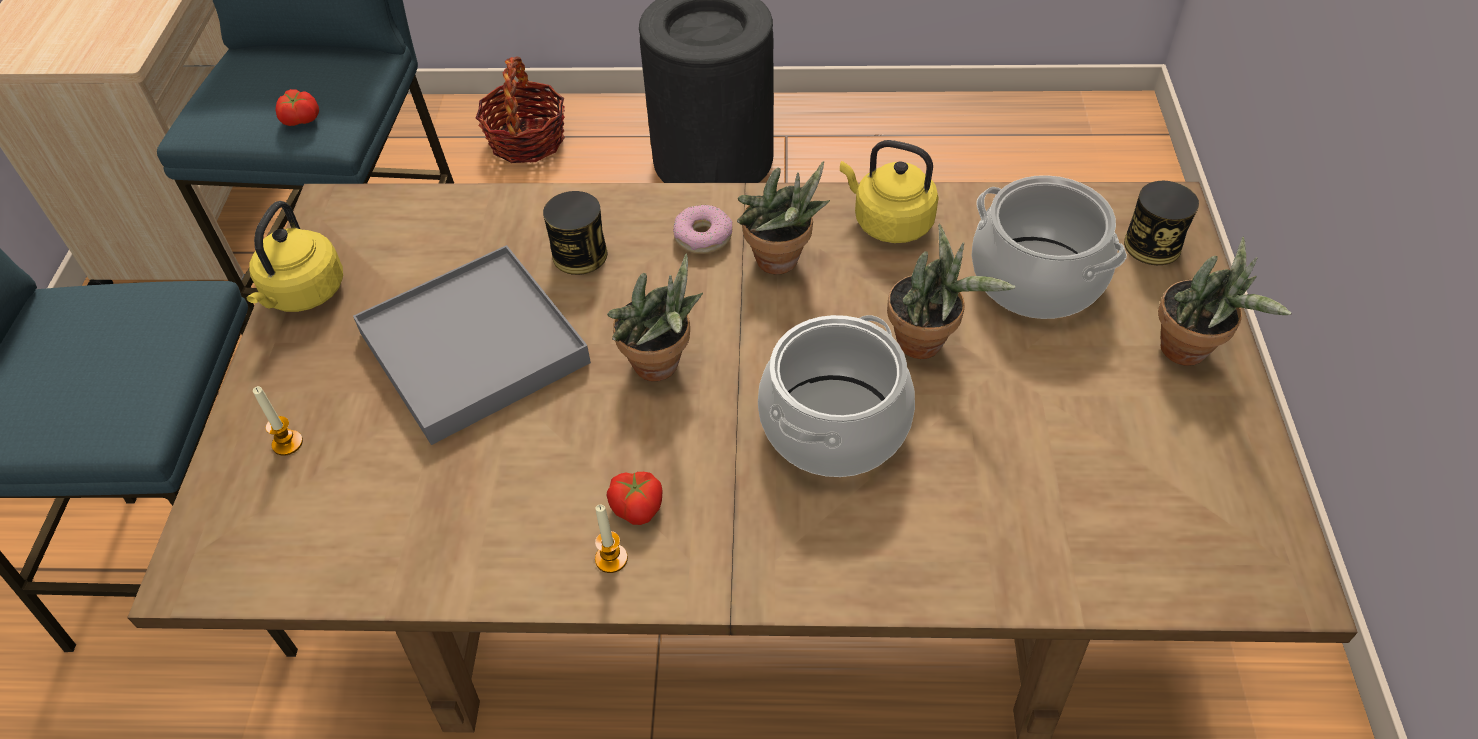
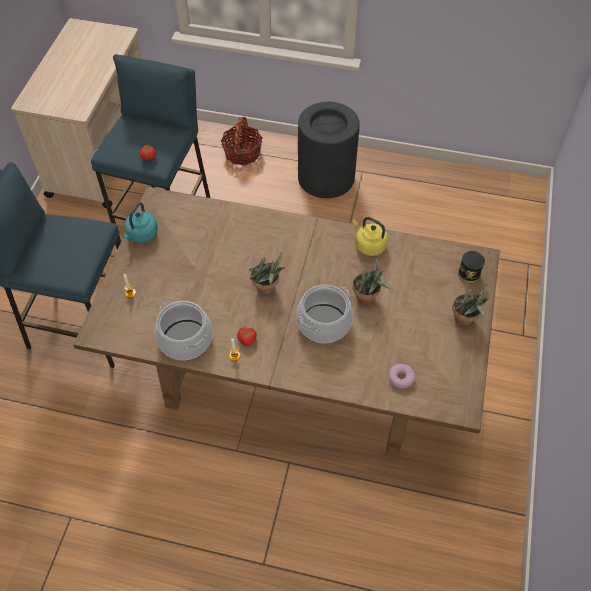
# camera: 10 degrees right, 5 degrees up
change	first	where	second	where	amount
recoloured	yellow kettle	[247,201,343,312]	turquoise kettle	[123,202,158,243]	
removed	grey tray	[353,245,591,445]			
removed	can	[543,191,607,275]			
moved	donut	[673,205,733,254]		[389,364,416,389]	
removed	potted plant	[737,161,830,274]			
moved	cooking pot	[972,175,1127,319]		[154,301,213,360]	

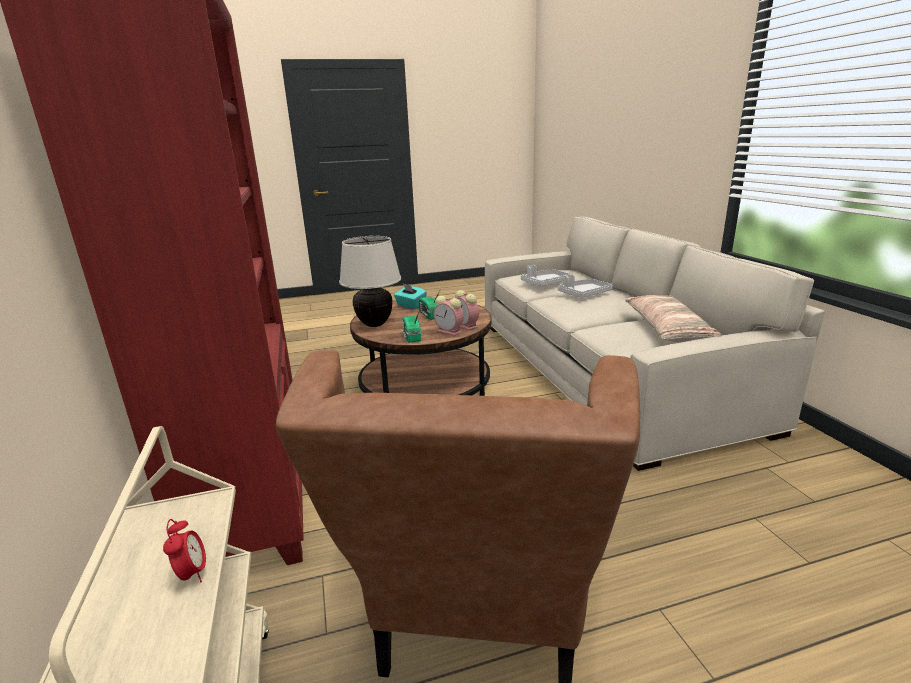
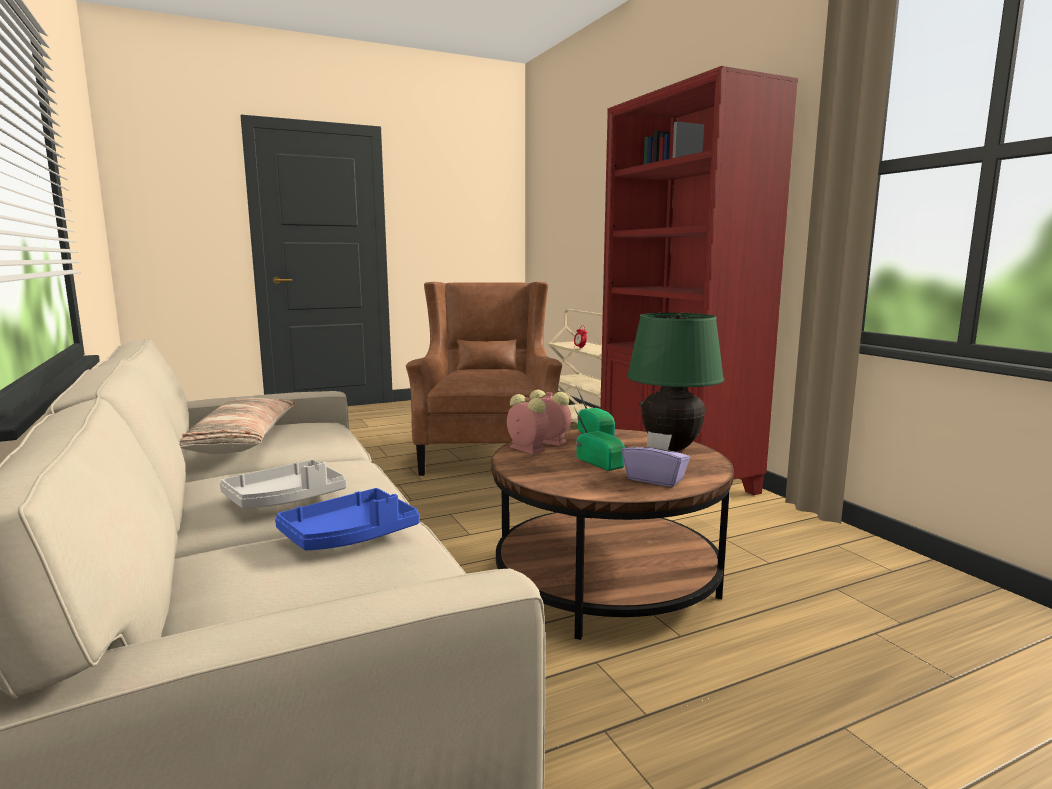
# camera: 170 degrees right, 10 degrees down
change	first	where	second	where	amount
recoloured	beige table lamp	[339,236,401,327]	green table lamp	[627,313,724,451]	
recoloured	turquoise tissue box	[394,283,427,310]	purple tissue box	[622,431,690,487]	
recoloured	grey tray	[521,265,570,286]	blue tray	[275,488,419,550]	

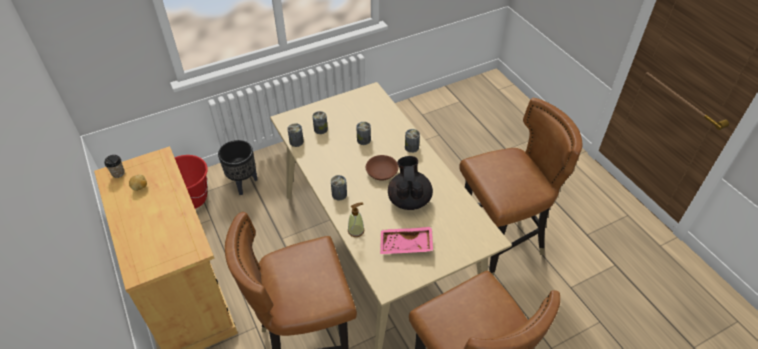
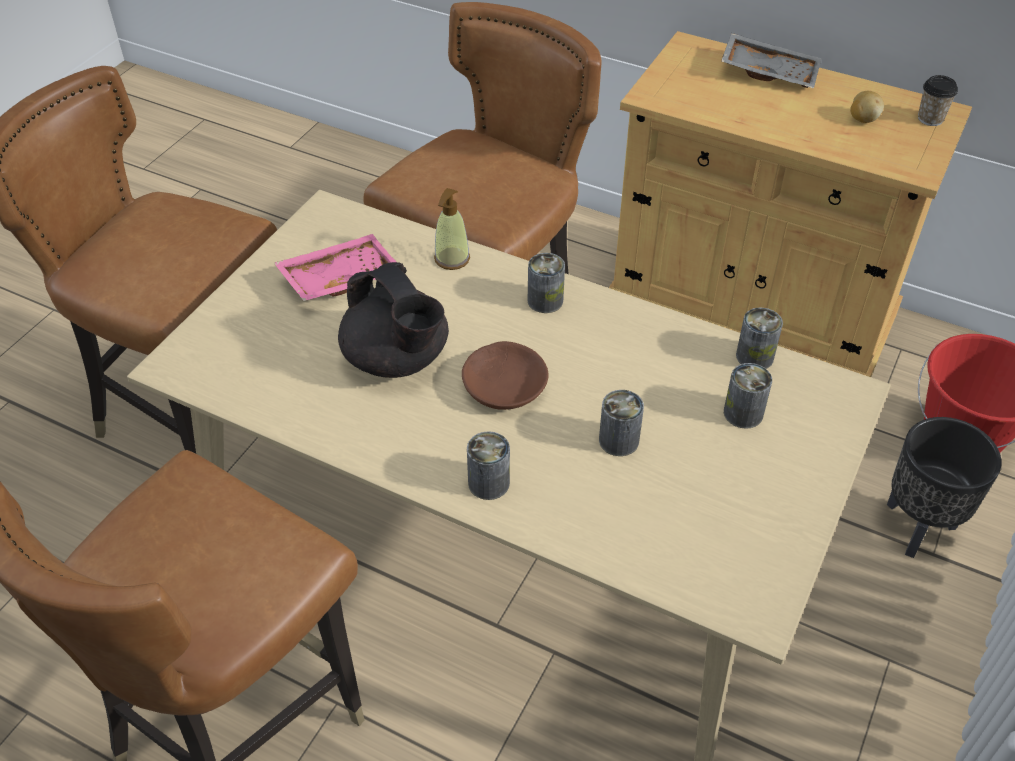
# camera: 145 degrees right, 0 degrees up
change	first	where	second	where	amount
added			grey tray	[721,33,822,89]	

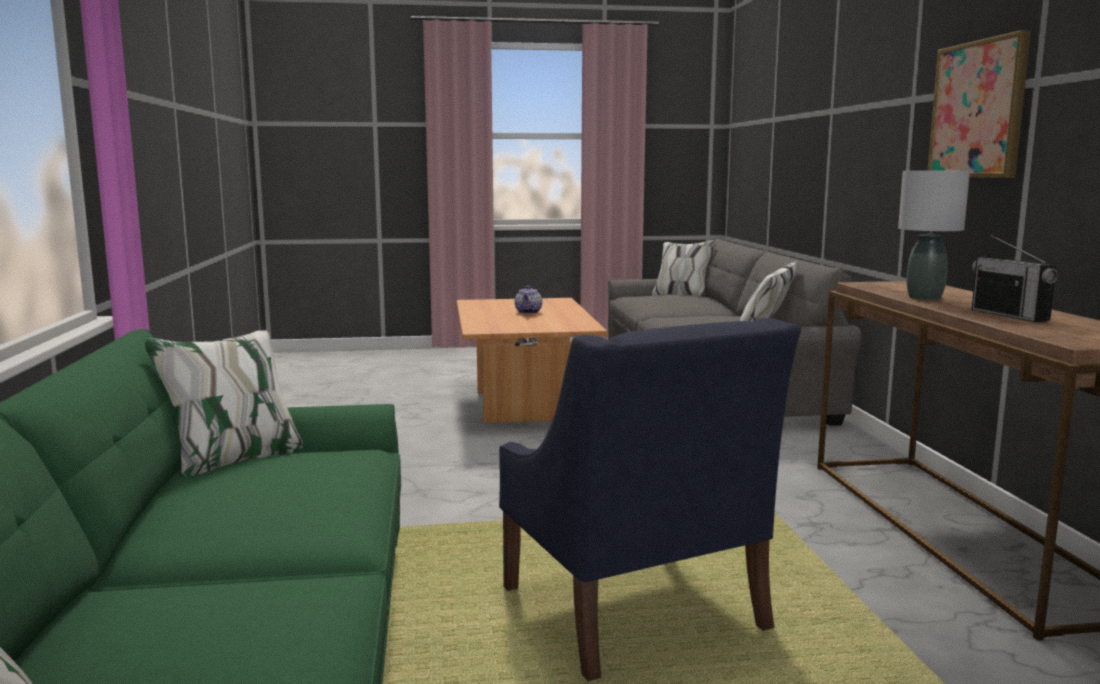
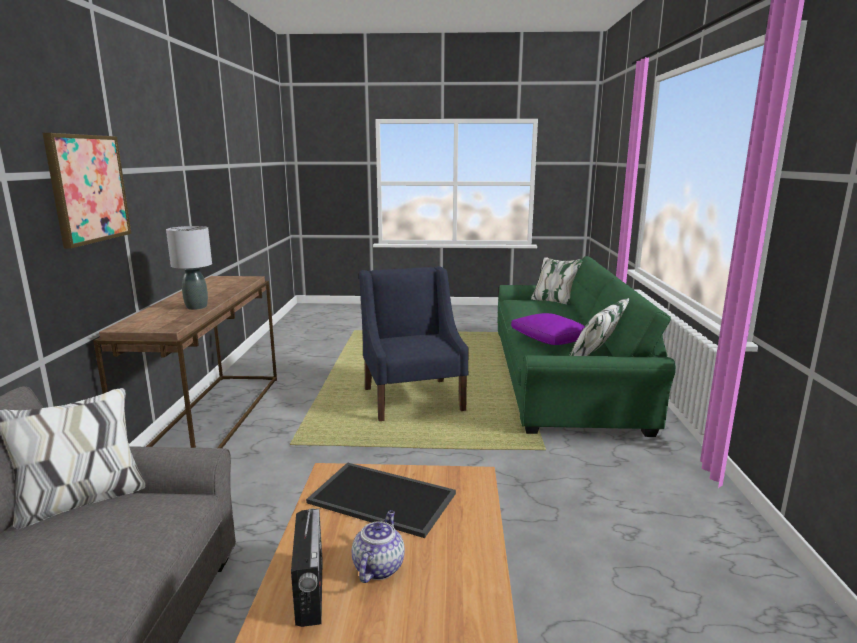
# camera: 170 degrees left, 5 degrees up
change	first	where	second	where	amount
moved	radio	[972,235,1058,322]		[291,509,323,627]	
added			tray	[306,462,456,538]	
added			purple pillow	[511,313,585,345]	

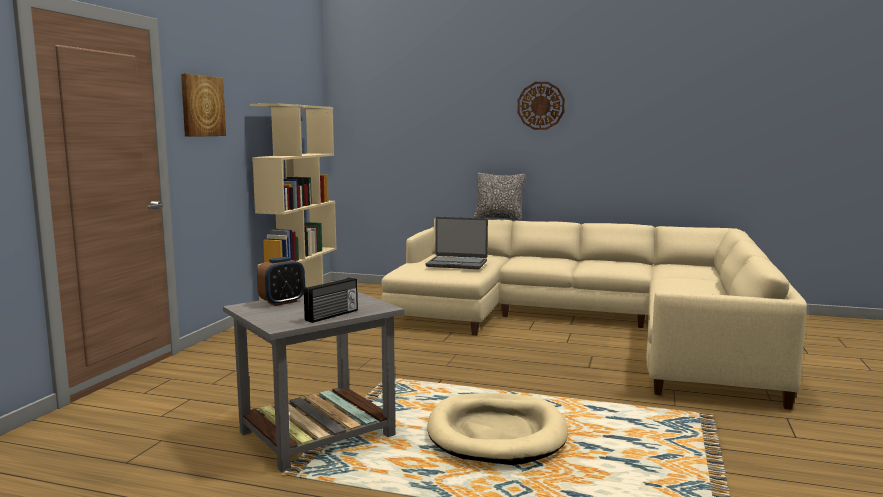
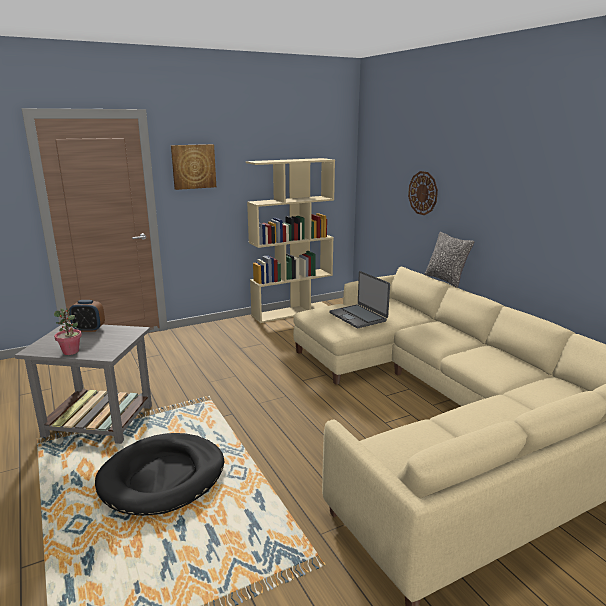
# camera: 45 degrees right, 10 degrees up
change	first	where	second	where	amount
replaced	radio	[304,278,358,323]	potted plant	[54,308,82,355]	
recoloured	beige dog bed	[427,393,568,465]	black dog bed	[95,433,224,516]	
moved	wall clock	[517,82,565,130]		[408,171,438,215]	

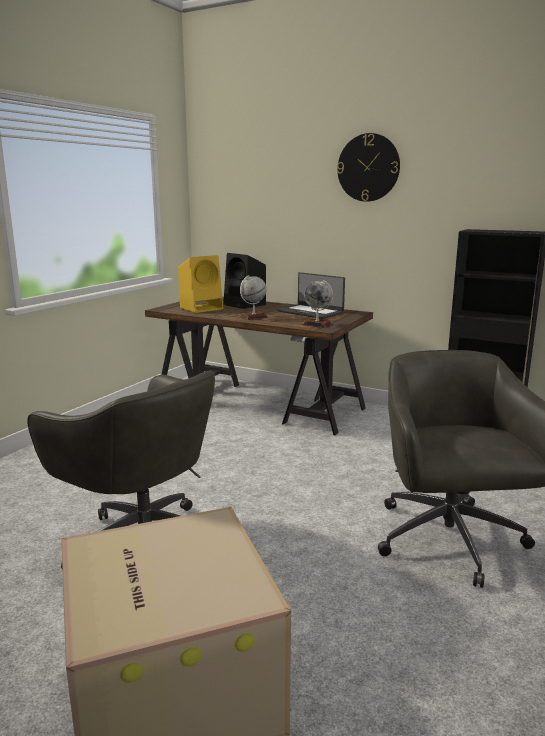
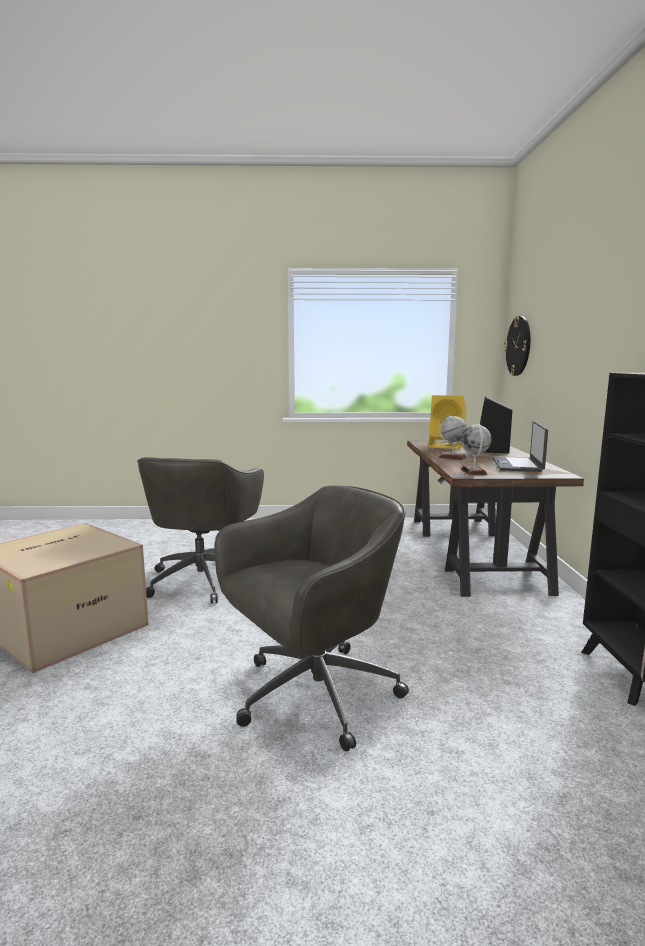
# camera: 60 degrees right, 5 degrees down
change	first	where	second	where	amount
moved	wall clock	[337,133,400,202]		[504,316,530,376]	

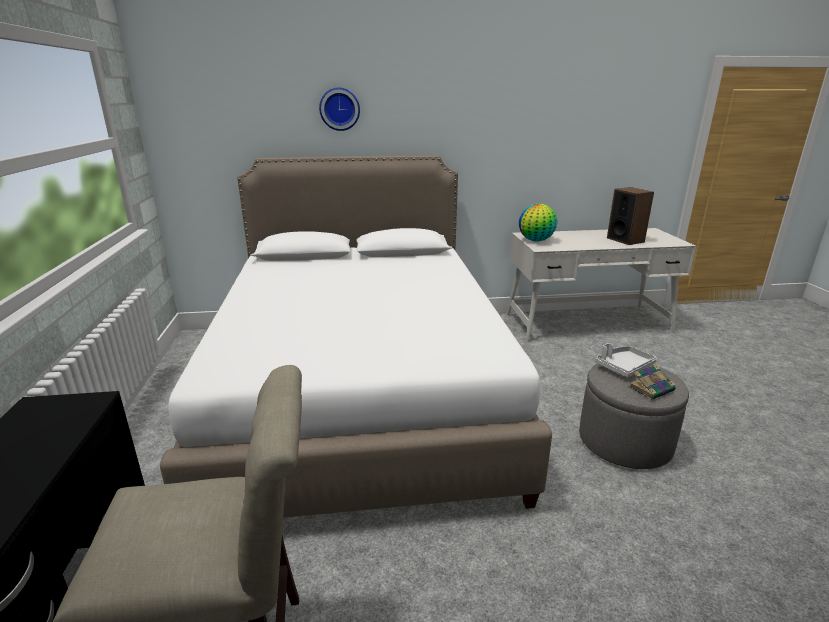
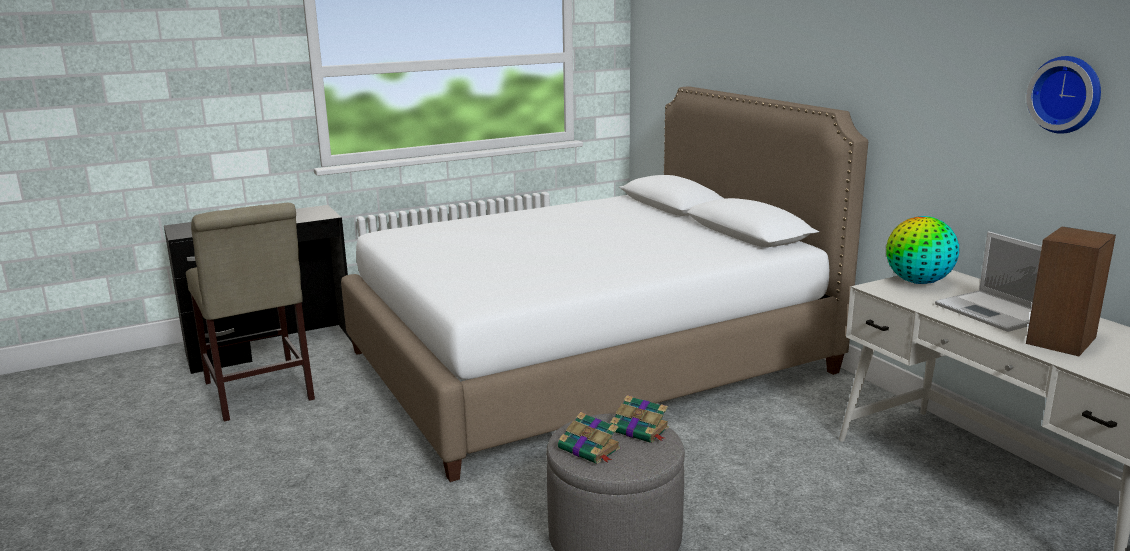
# camera: 70 degrees right, 5 degrees down
change	first	where	second	where	amount
moved	wall clock	[319,87,360,131]		[1026,56,1101,134]	
replaced	grey tray	[595,343,657,377]	book	[610,395,669,443]	
added			laptop	[935,231,1042,332]	

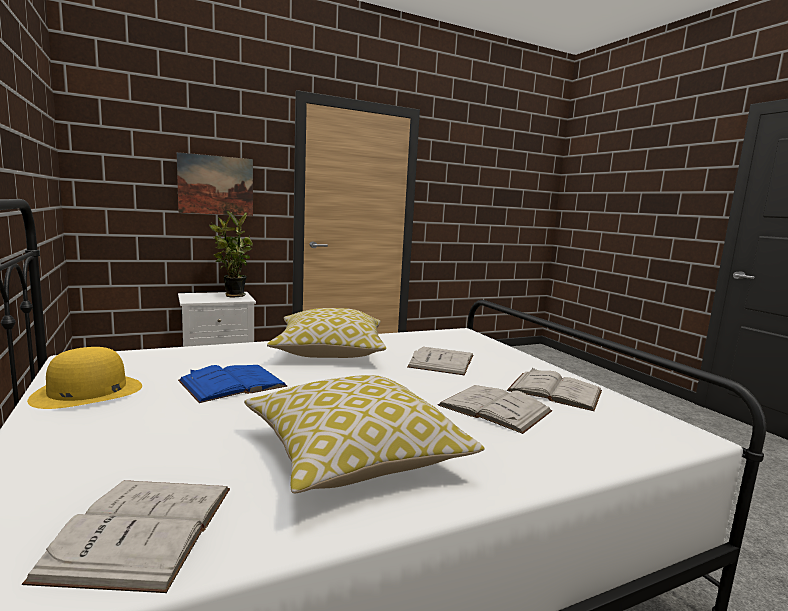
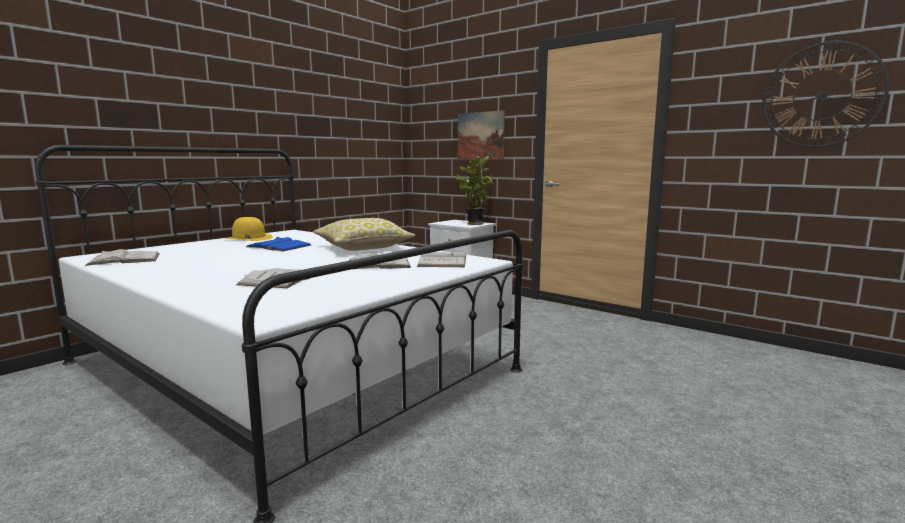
# camera: 65 degrees right, 0 degrees up
change	first	where	second	where	amount
removed	pillow	[244,375,484,494]			
moved	white book	[507,368,602,411]		[417,250,466,267]	
added			wall clock	[762,41,889,148]	

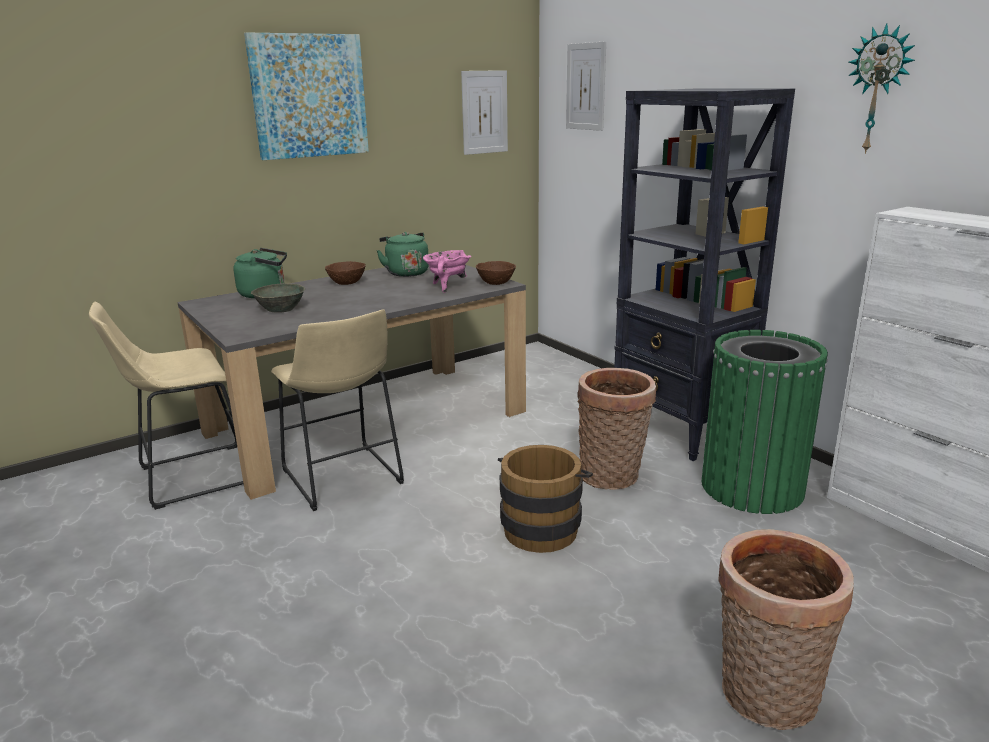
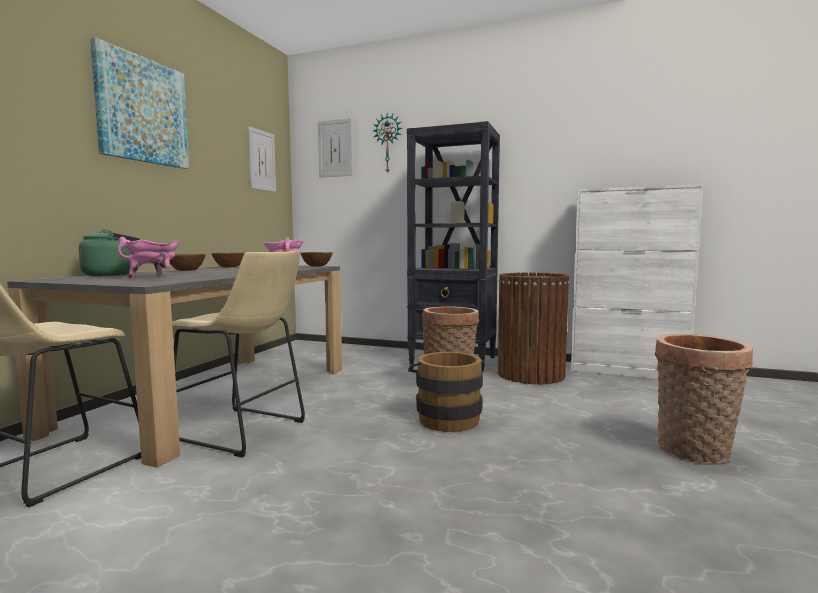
# camera: 35 degrees left, 15 degrees down
change	first	where	second	where	amount
replaced	grey bowl	[251,283,305,313]	pink cooking pot	[117,237,180,279]	
replaced	green kettle	[377,232,429,277]	brown bowl	[211,253,245,267]	
recoloured	green trash can	[701,330,828,514]	brown trash can	[498,272,569,384]	
moved	wall clock	[848,23,915,154]		[373,113,402,174]	

